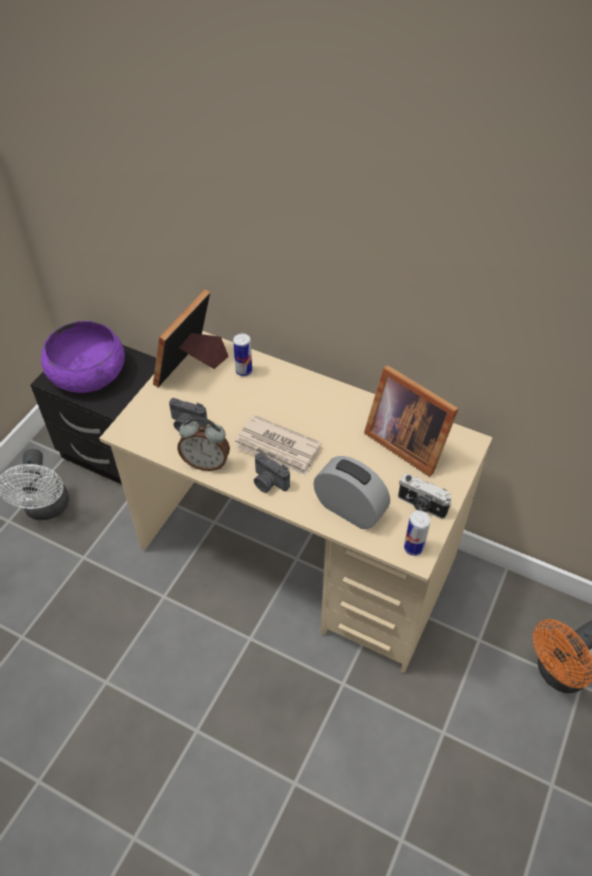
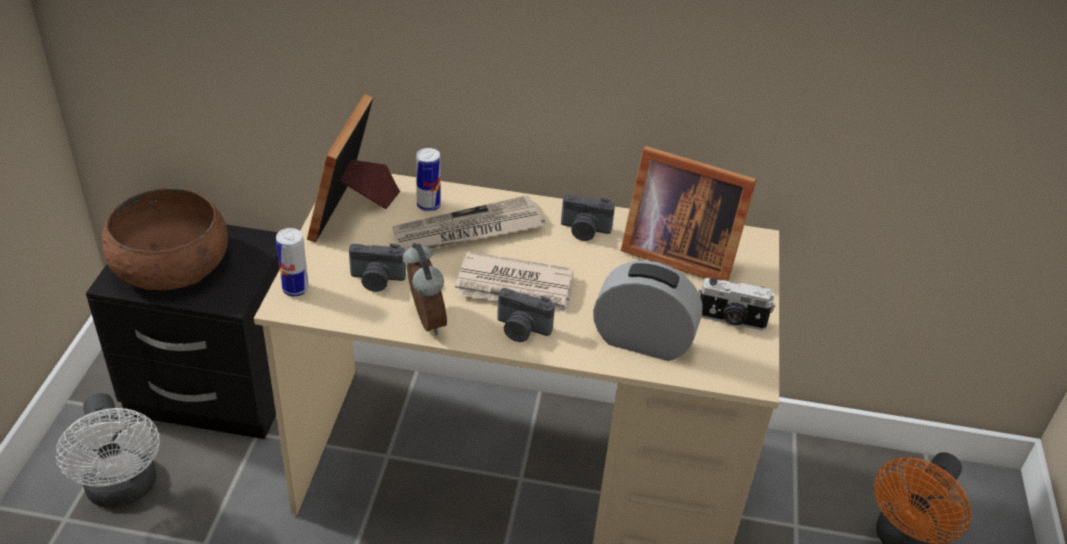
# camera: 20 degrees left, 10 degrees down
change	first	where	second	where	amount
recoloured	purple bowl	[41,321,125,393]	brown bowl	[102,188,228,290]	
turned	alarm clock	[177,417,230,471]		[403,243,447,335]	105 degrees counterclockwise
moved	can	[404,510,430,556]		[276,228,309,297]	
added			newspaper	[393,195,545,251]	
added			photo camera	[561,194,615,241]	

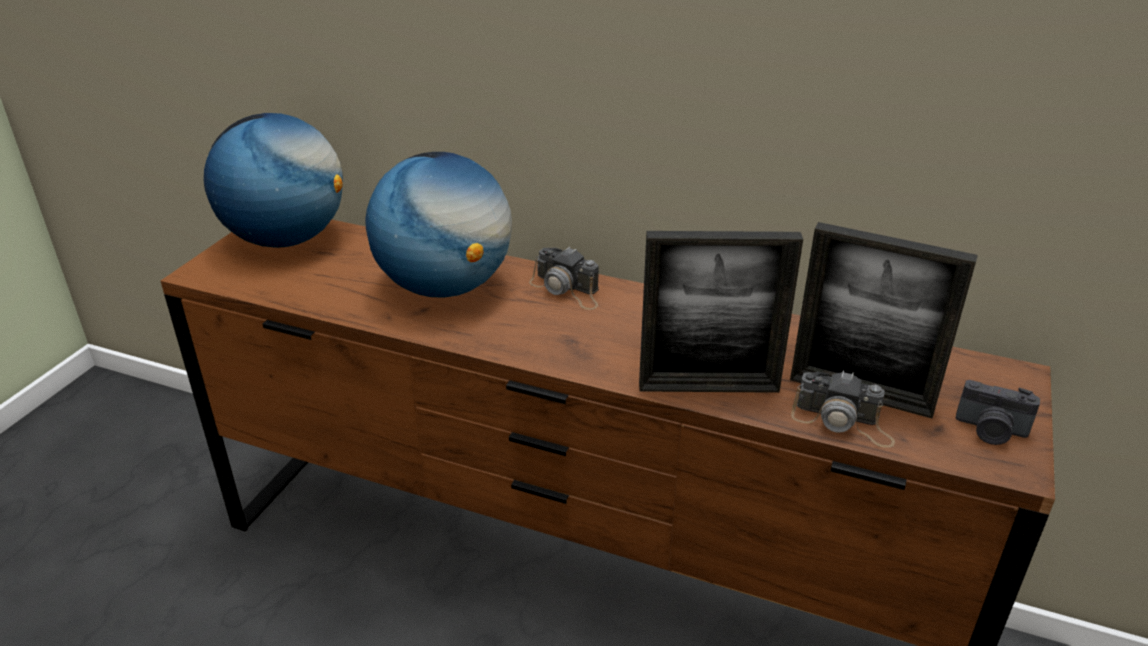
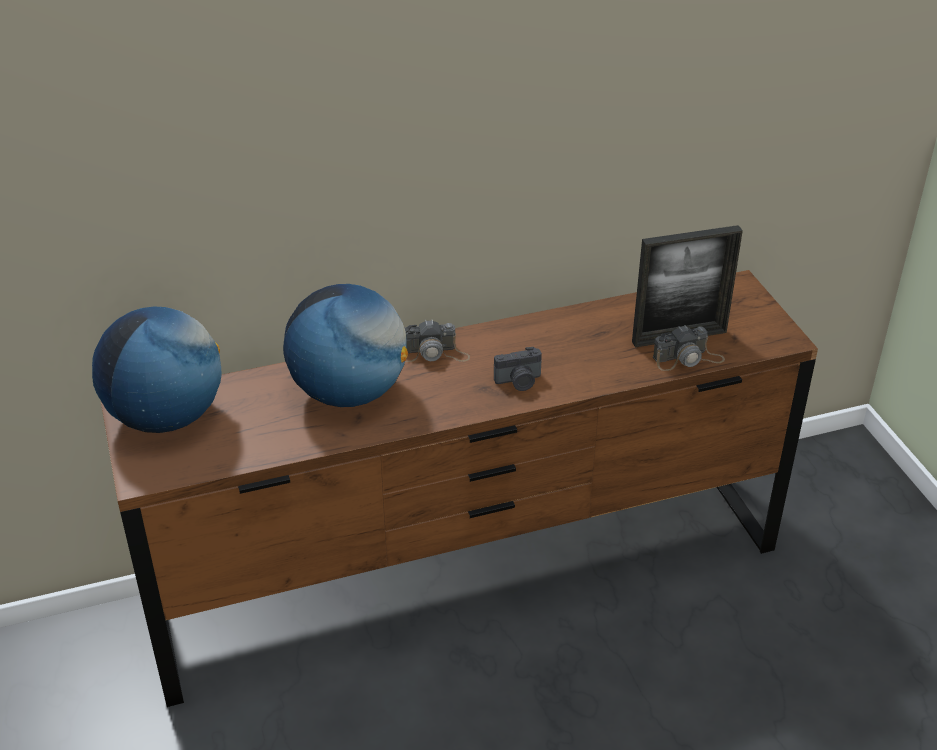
# camera: 40 degrees left, 5 degrees up
change	first	where	second	where	amount
removed	picture frame	[639,231,803,393]			
moved	photo camera	[956,380,1040,445]		[494,347,542,391]	

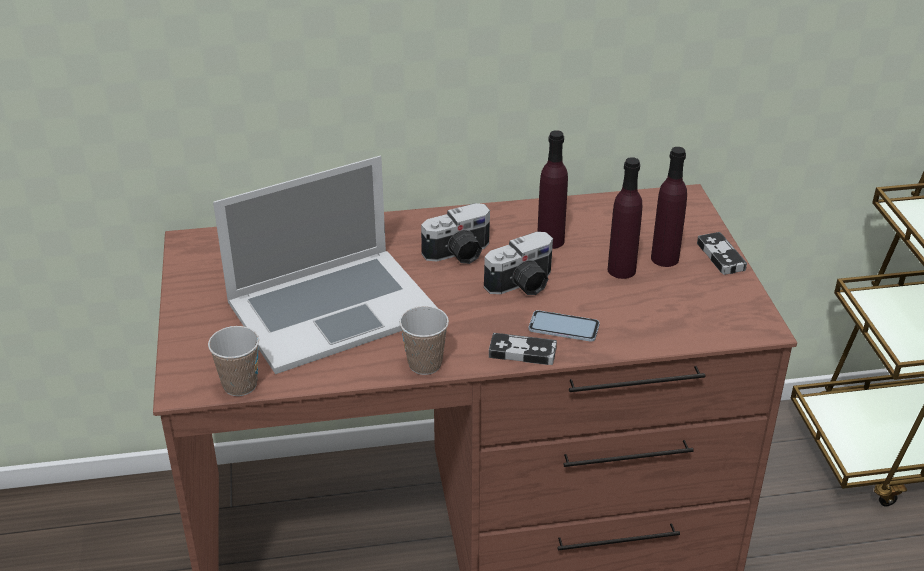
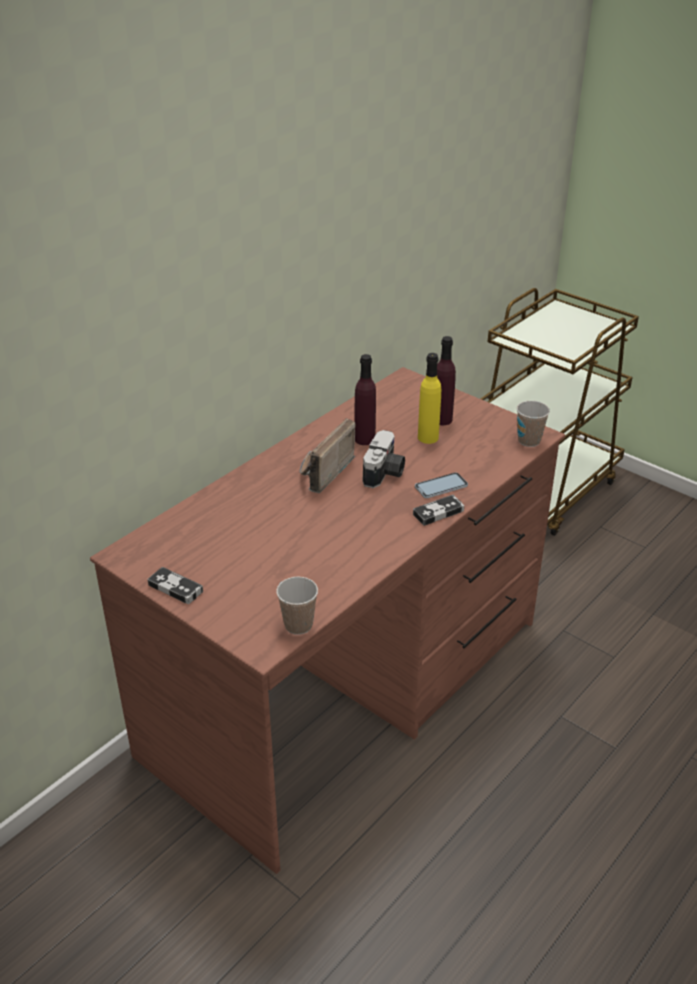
# camera: 40 degrees left, 0 degrees up
change	first	where	second	where	amount
removed	laptop	[213,156,437,374]			
moved	cup	[399,306,449,375]		[517,401,550,447]	
replaced	photo camera	[421,203,490,264]	radio	[300,418,356,493]	
recoloured	purple bottle	[608,157,642,279]	yellow bottle	[418,353,441,444]	
moved	game controller	[697,232,747,275]		[148,567,203,604]	

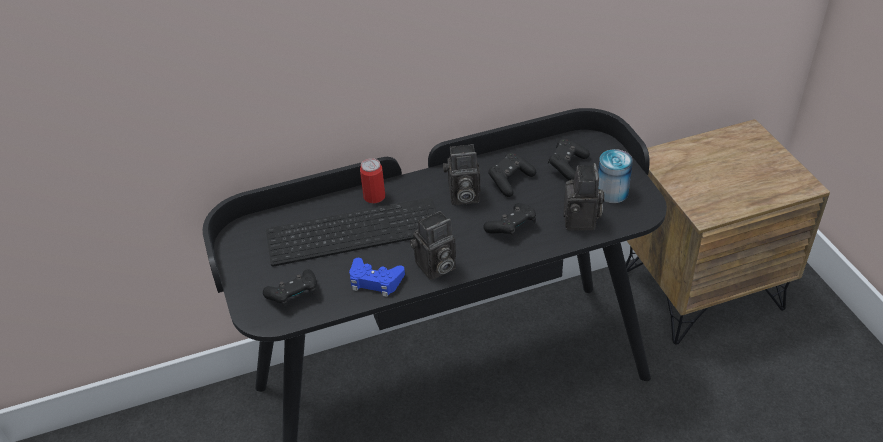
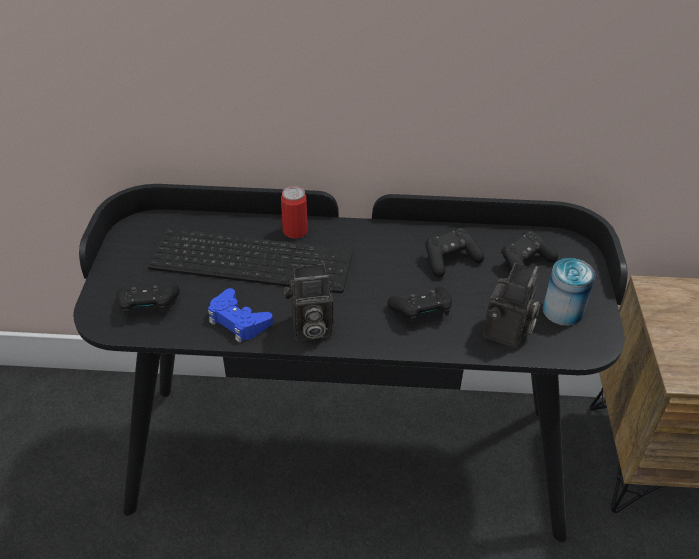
# camera: 20 degrees right, 0 degrees up
change	first	where	second	where	amount
removed	photo camera	[443,144,480,205]			

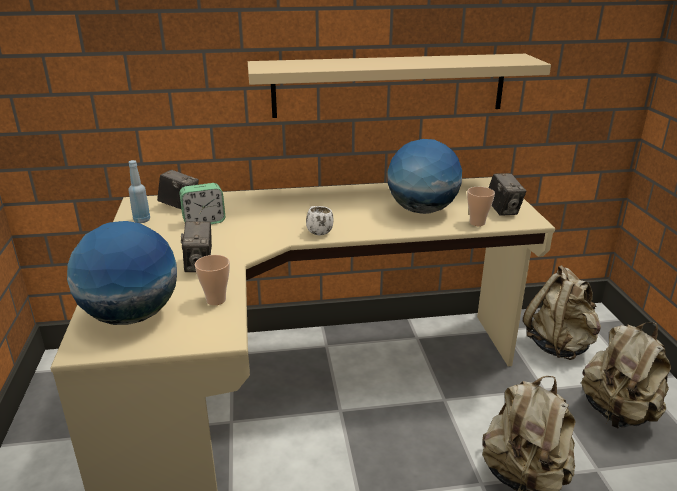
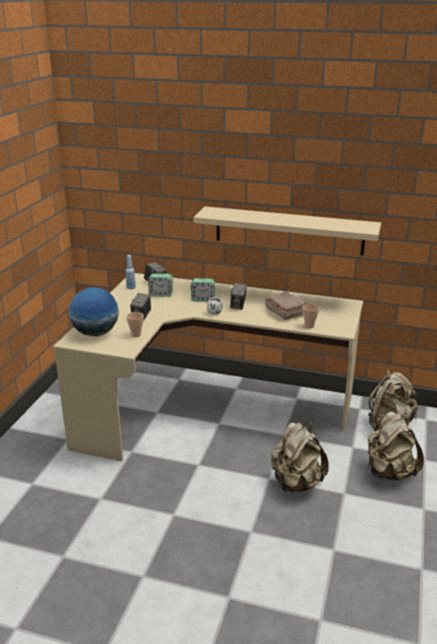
# camera: 25 degrees right, 0 degrees up
change	first	where	second	where	amount
replaced	globe	[387,139,462,214]	brown book	[265,291,307,320]	
moved	photo camera	[489,173,526,216]		[230,283,247,310]	
added			alarm clock	[191,278,215,302]	

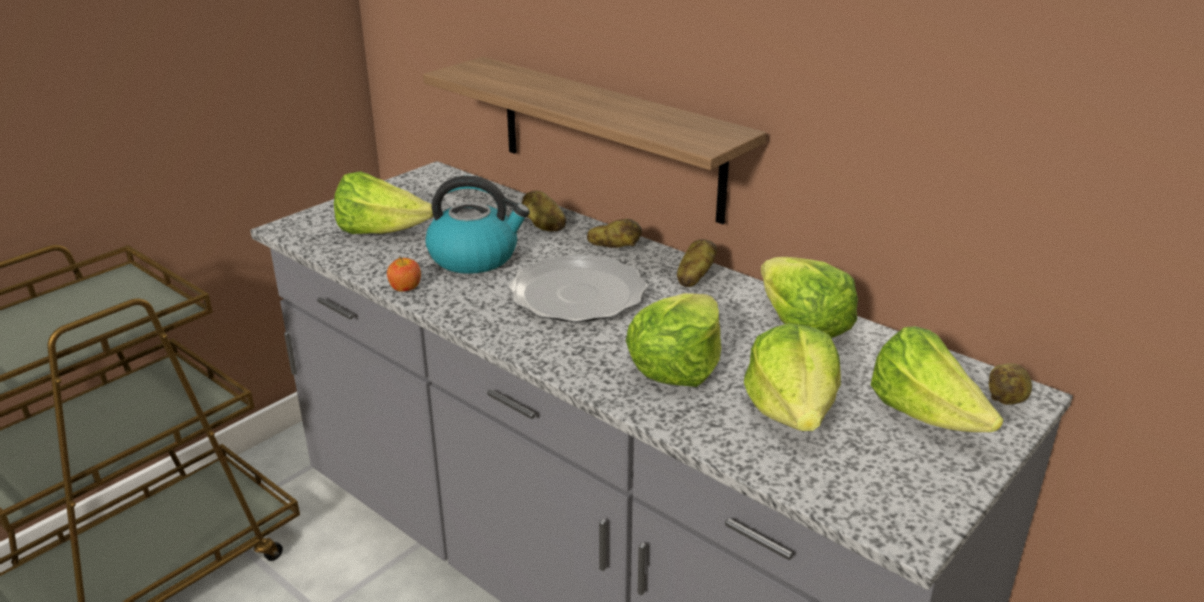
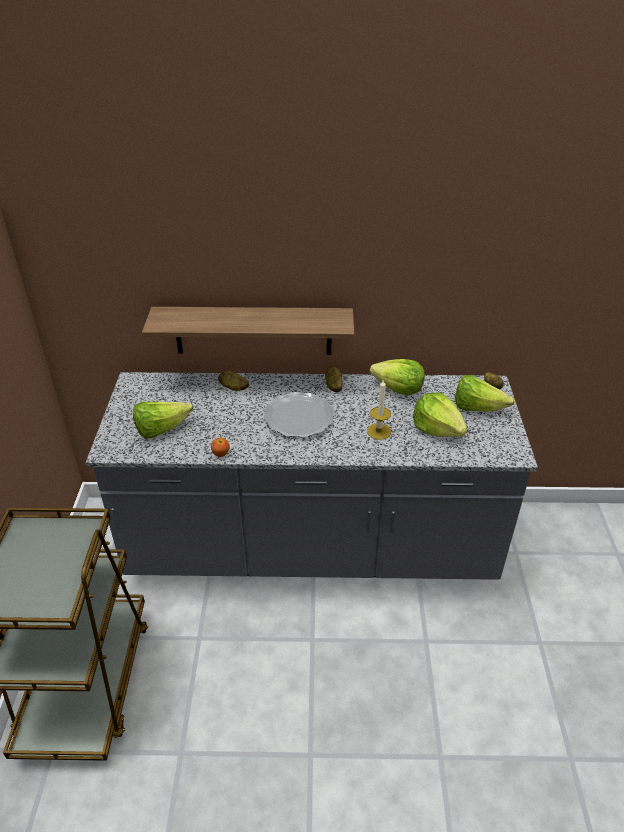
# camera: 40 degrees left, 10 degrees up
change	first	where	second	where	amount
removed	kettle	[426,176,530,274]			
removed	potato	[587,218,642,248]			
replaced	lettuce	[626,293,721,387]	candle	[367,380,391,440]	

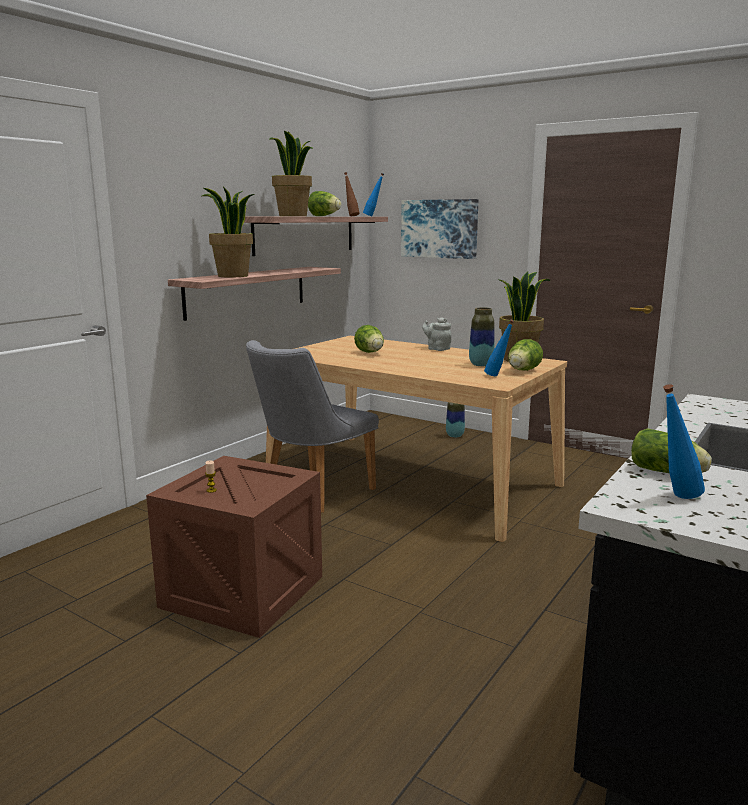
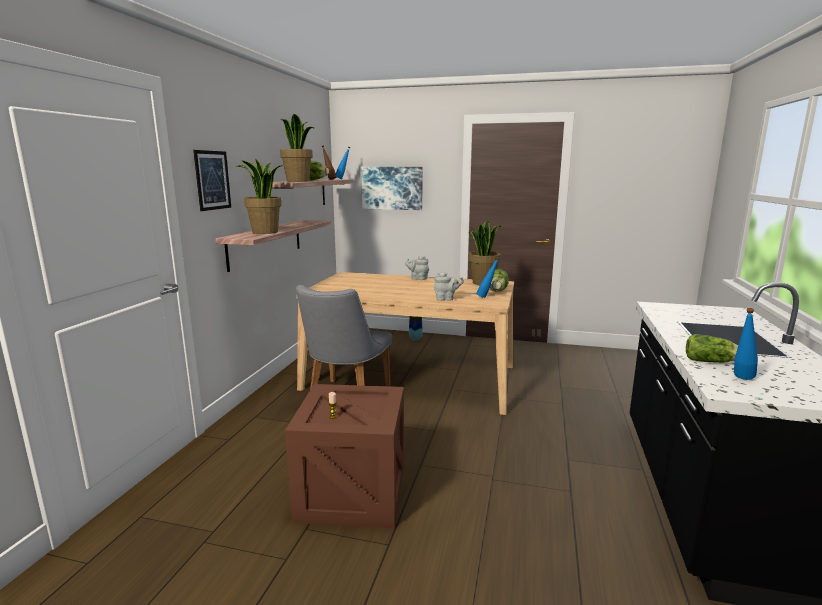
# camera: 20 degrees left, 0 degrees up
change	first	where	second	where	amount
removed	lettuce	[354,325,384,353]			
removed	vase	[469,307,495,366]			
added			picture	[193,150,231,211]	
added			grey teapot	[433,272,464,301]	

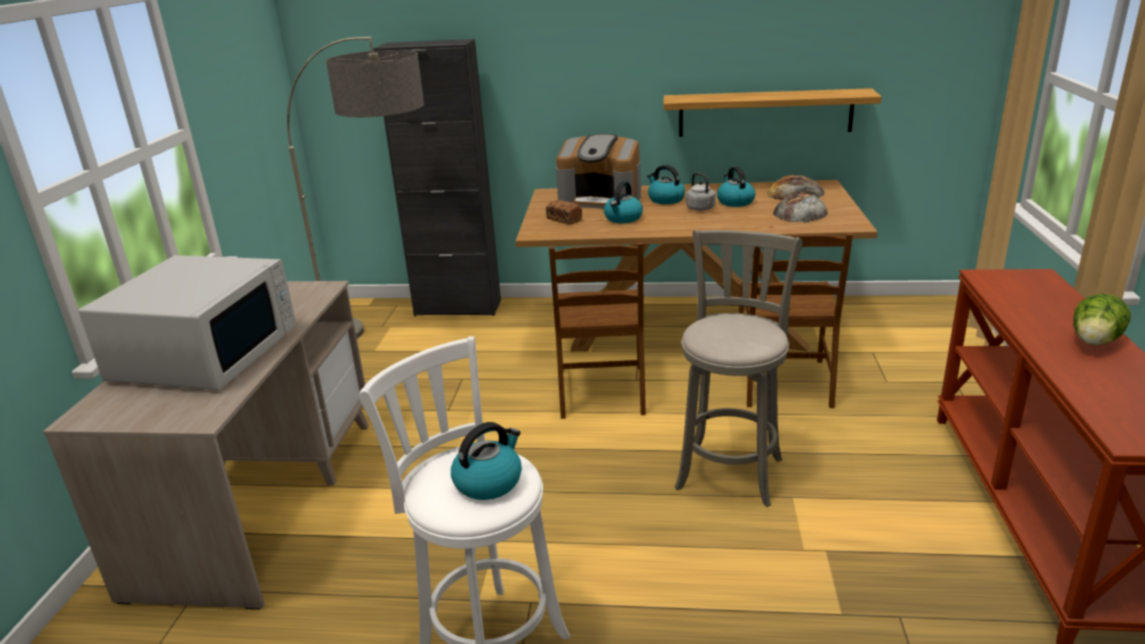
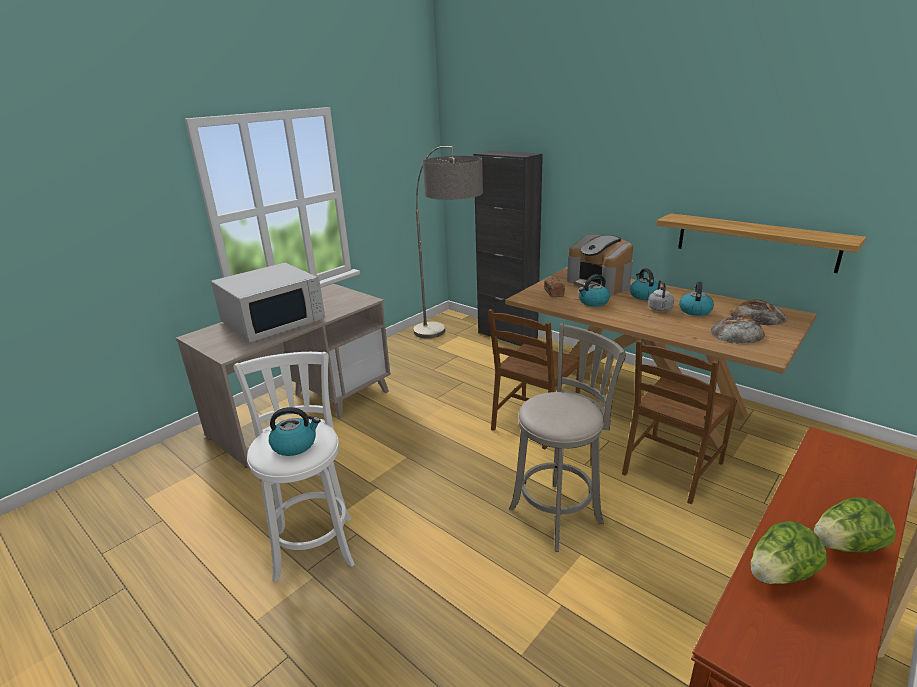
# camera: 35 degrees right, 0 degrees up
change	first	where	second	where	amount
added			lettuce	[750,521,828,584]	

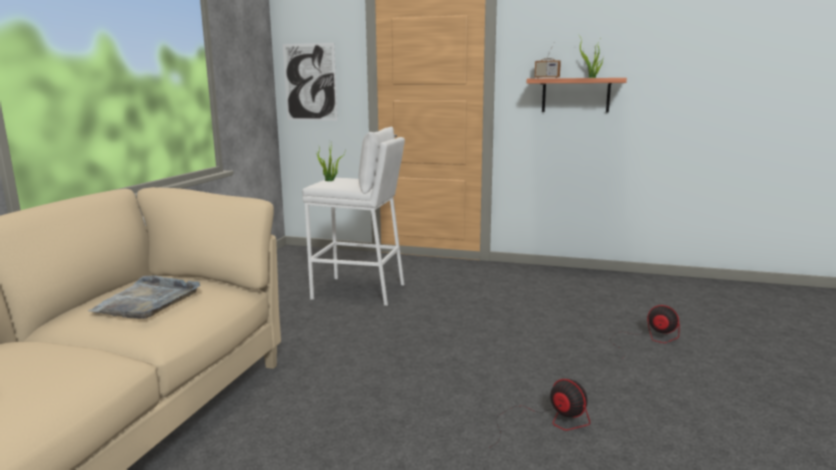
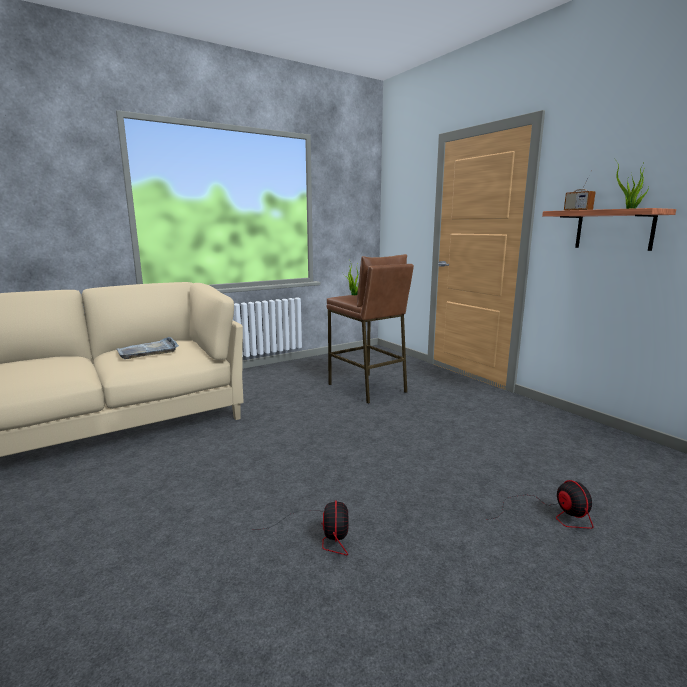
# camera: 40 degrees right, 0 degrees up
change	first	where	second	where	amount
removed	picture	[283,43,337,120]			
recoloured	white stool	[302,126,405,306]	brown stool	[327,254,414,404]	

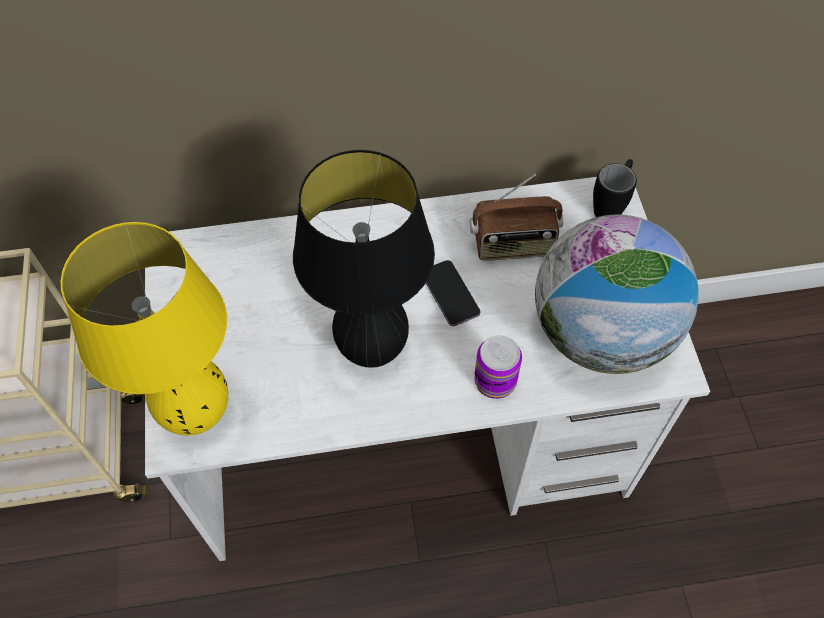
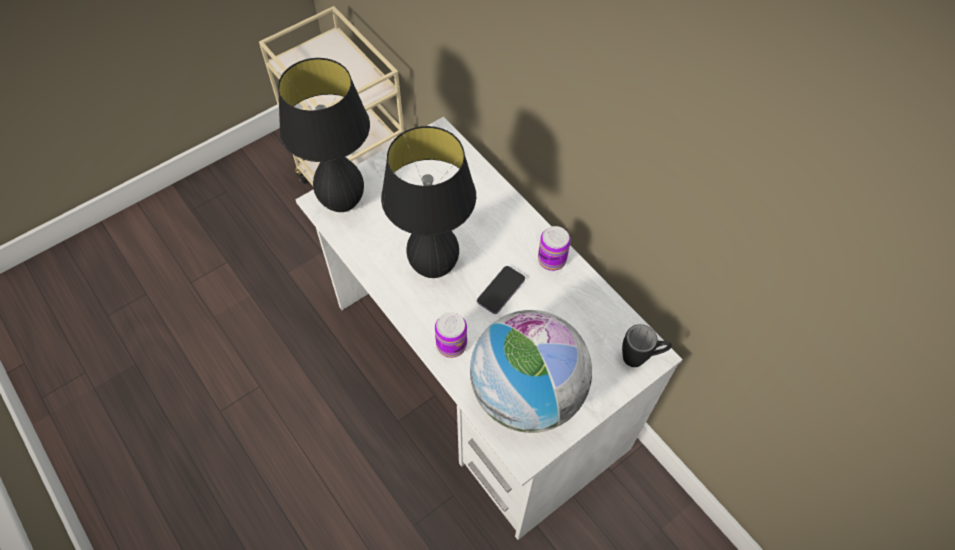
# camera: 60 degrees right, 0 degrees up
change	first	where	second	where	amount
recoloured	yellow table lamp	[61,222,228,436]	black table lamp	[278,58,370,212]	
removed	radio	[470,174,563,261]			
added			can	[538,226,571,271]	

